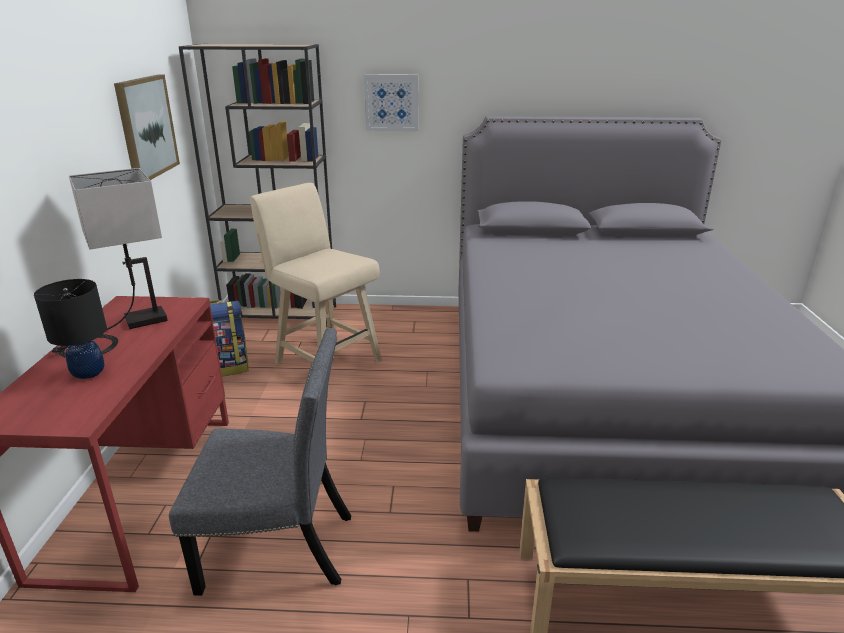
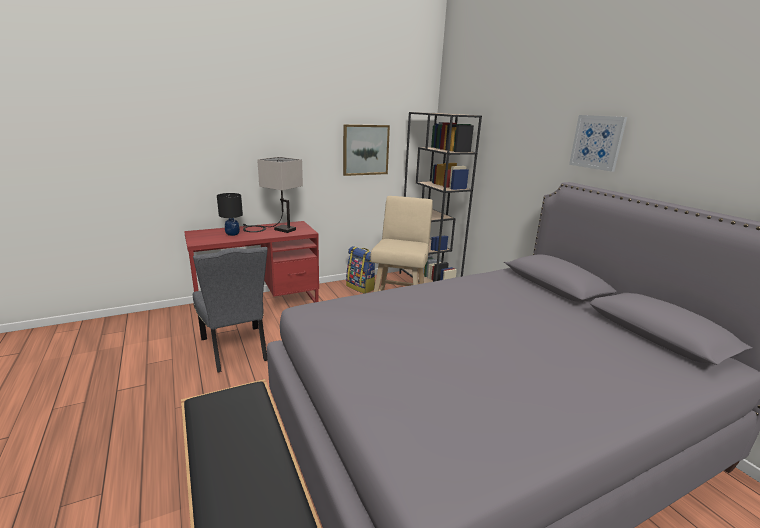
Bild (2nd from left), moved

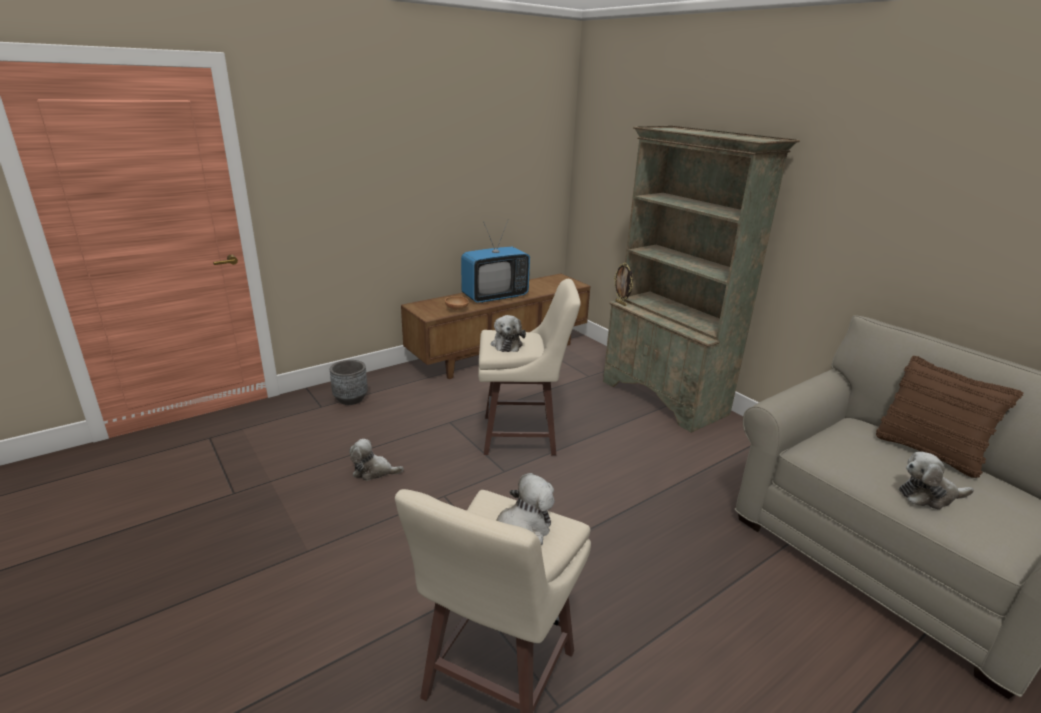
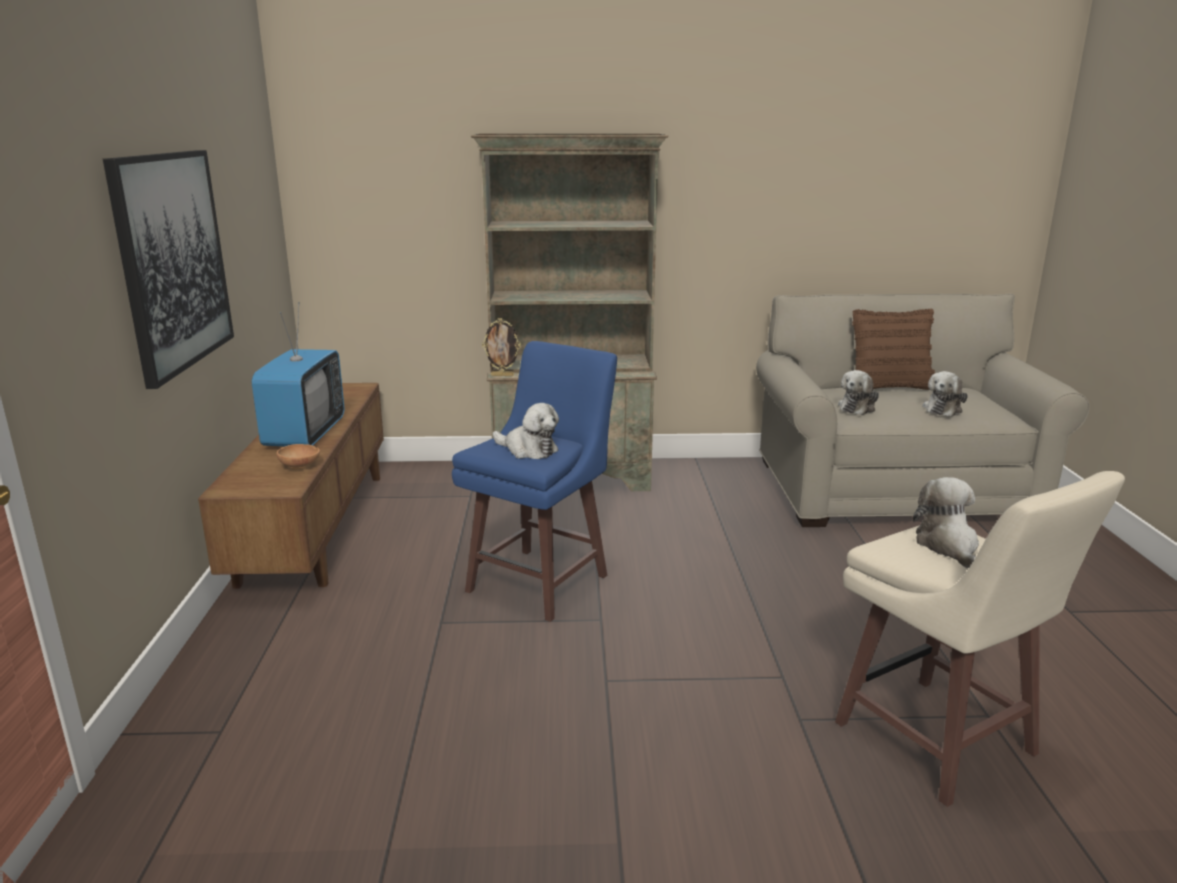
Hocker (beige) (2nd from left) => Hocker (blau)
Pflanzkübel (grau) => nothing
Plüschtier (1st from left in the first image) => Plüschtier (2nd from left), moved
nothing => Bild

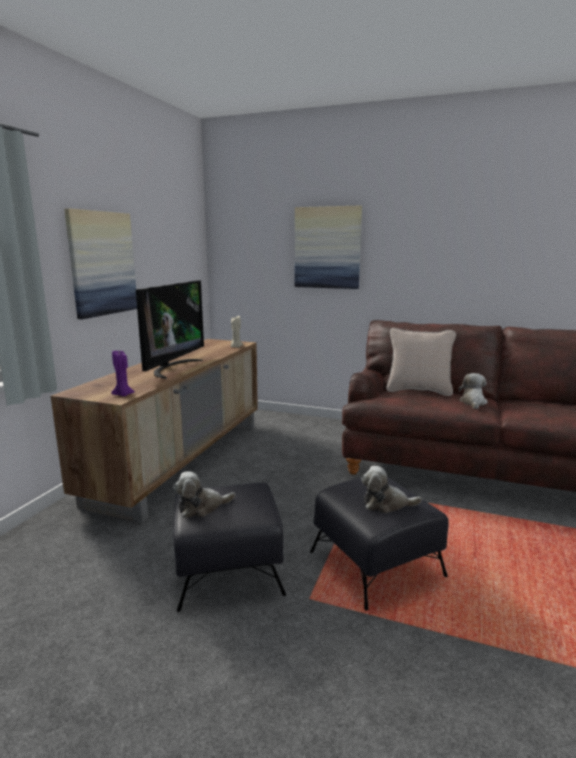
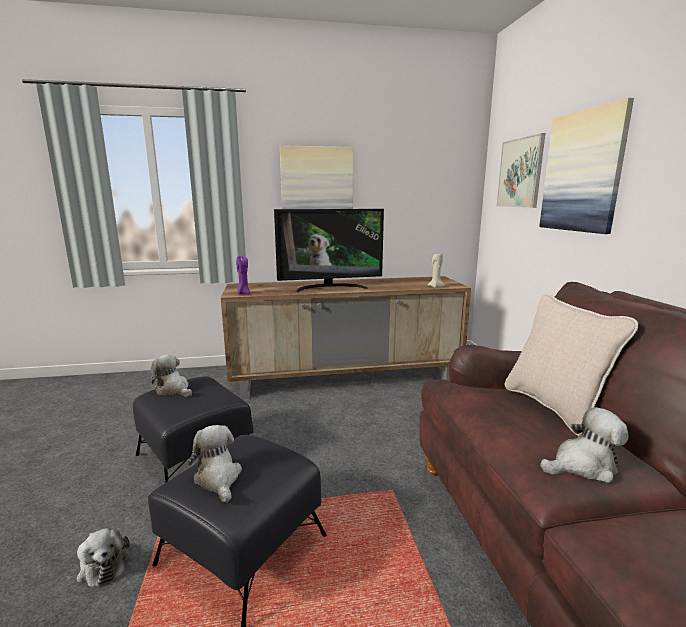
nothing => Bild (2nd from left)
nothing => Plüschtier (1st from left)

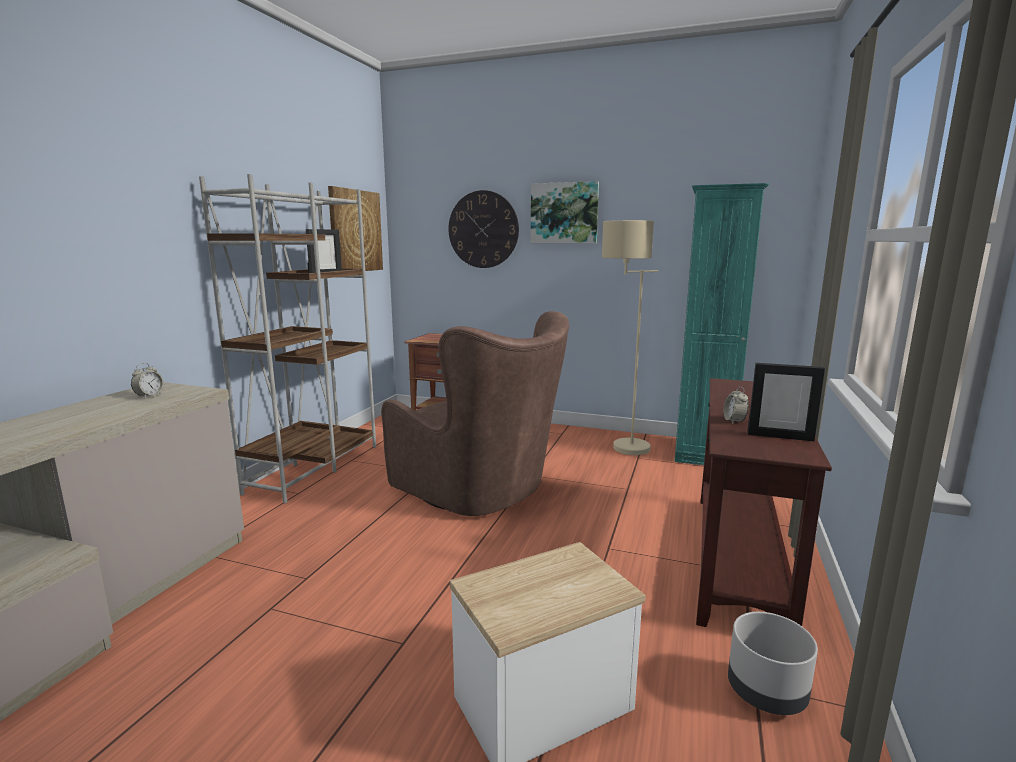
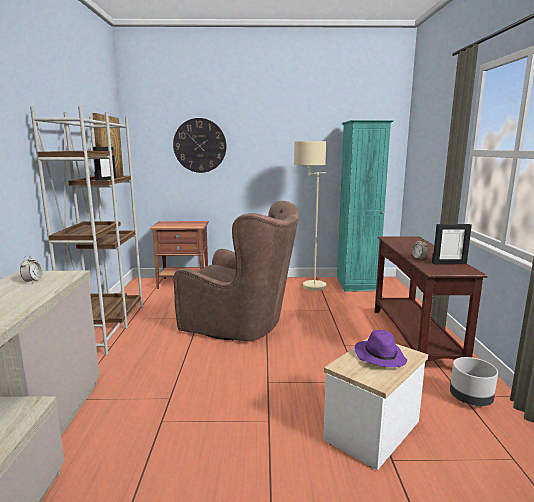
Bild (2nd from left) => nothing
nothing => Hut (lila)

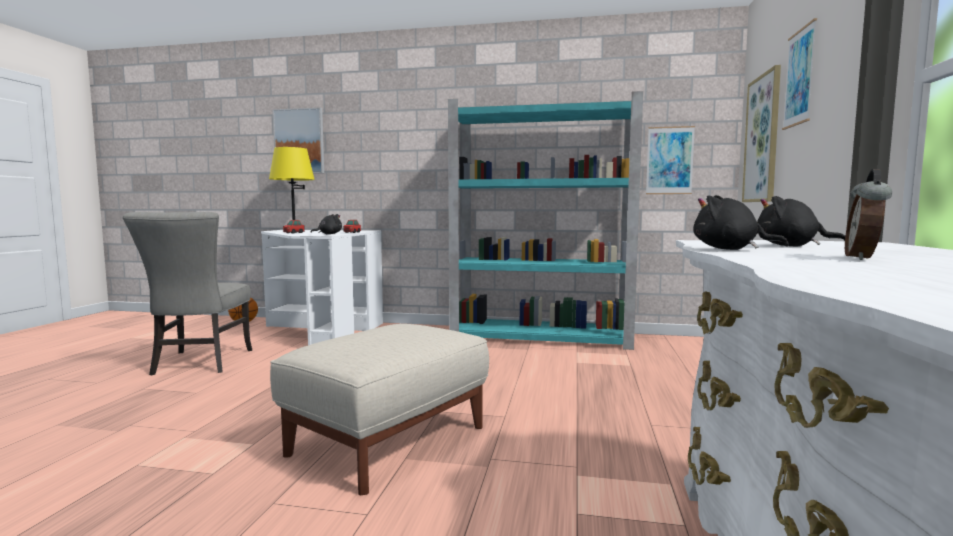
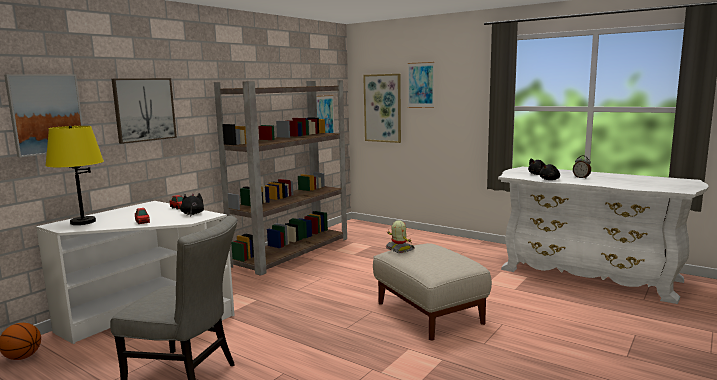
Bücherregal (türkis) => Bücherregal (braun)
nothing => Bild (2nd from left)
nothing => Spielzeugroboter

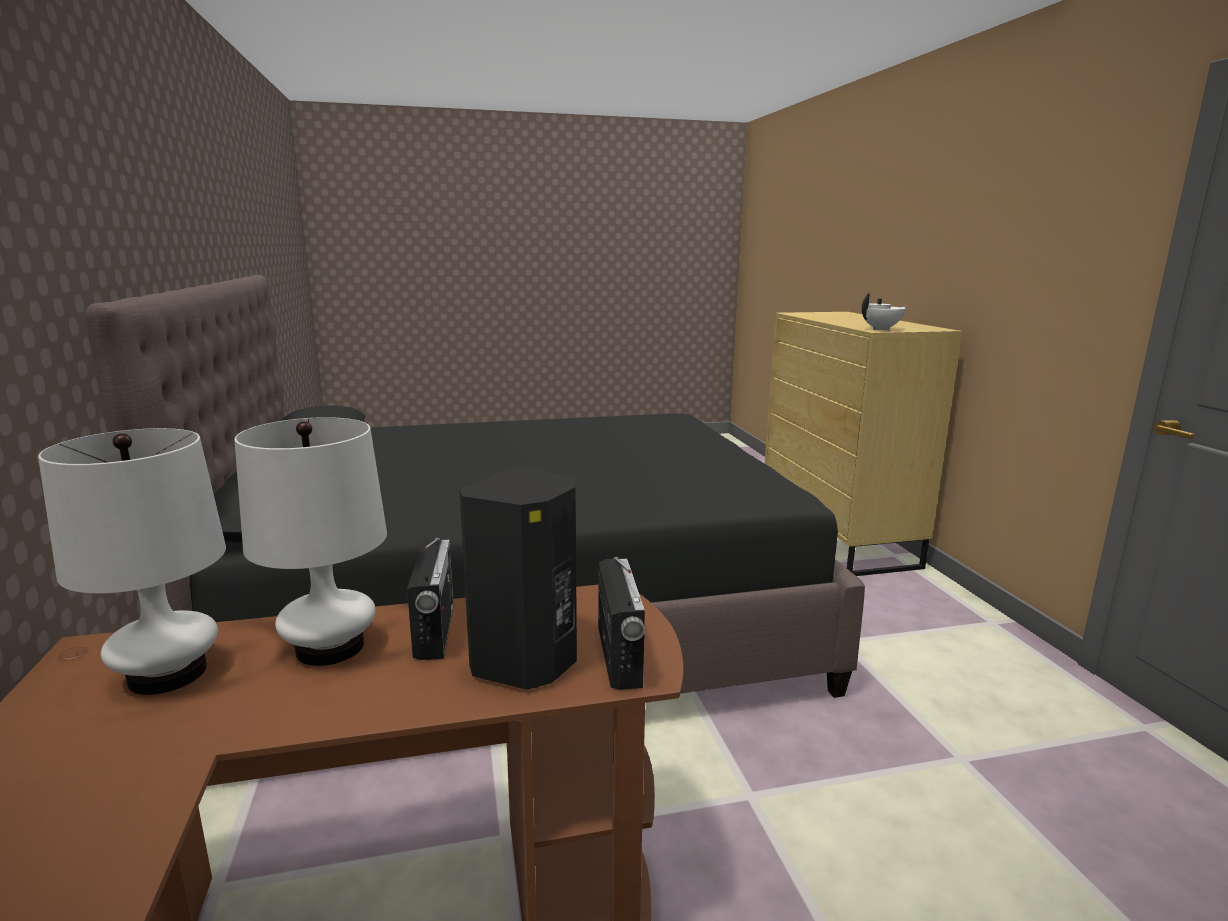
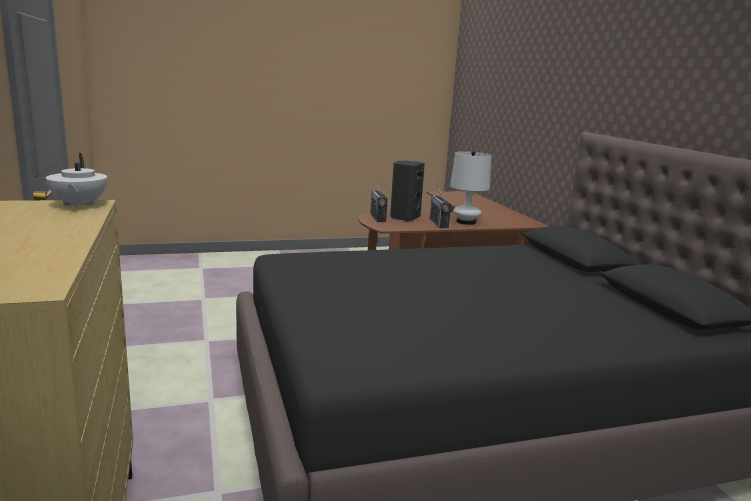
Teekanne (weiß), 75 degrees counterclockwise
Tischlampe (weiß) (1st from left) => nothing

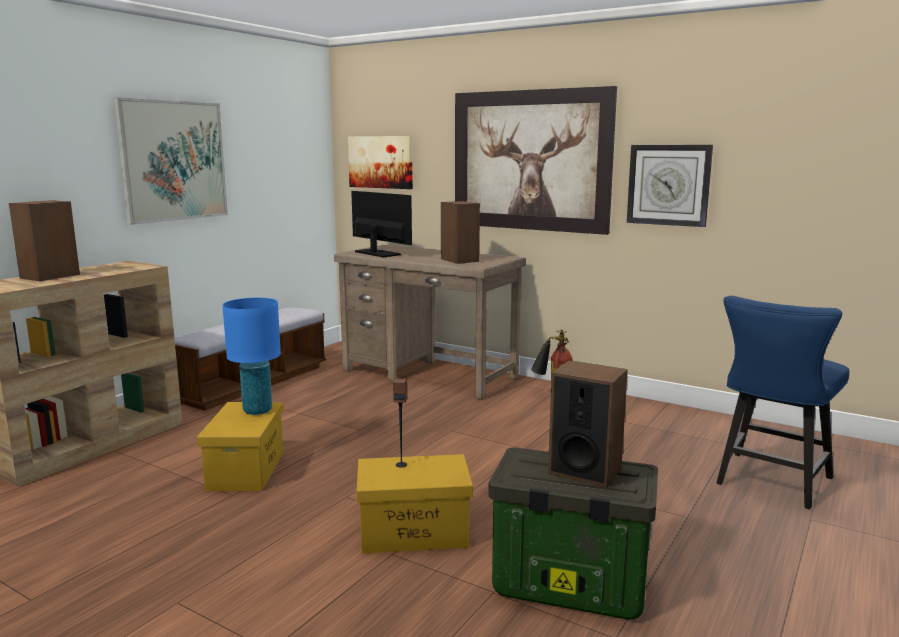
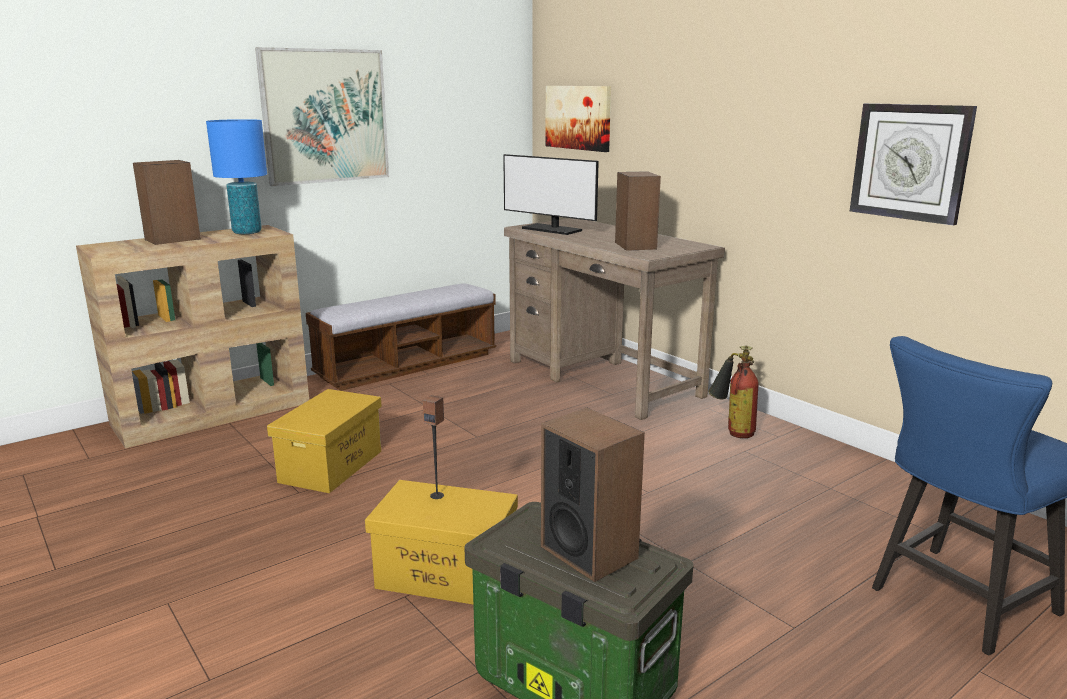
Bild (3rd from left) => nothing
Monitor, 150 degrees clockwise
Tischlampe (blau), moved

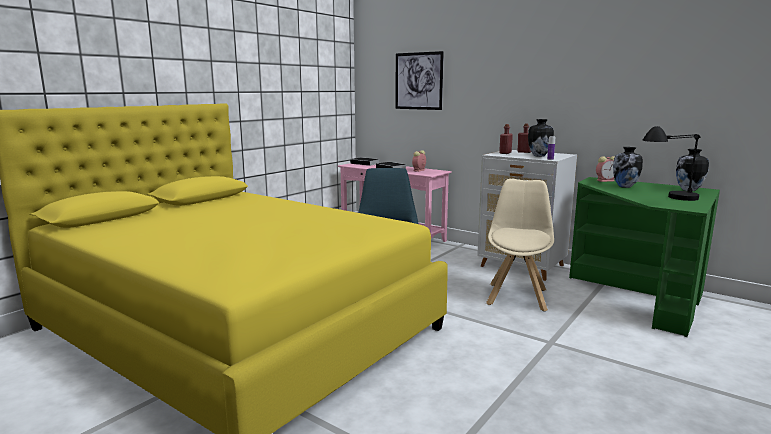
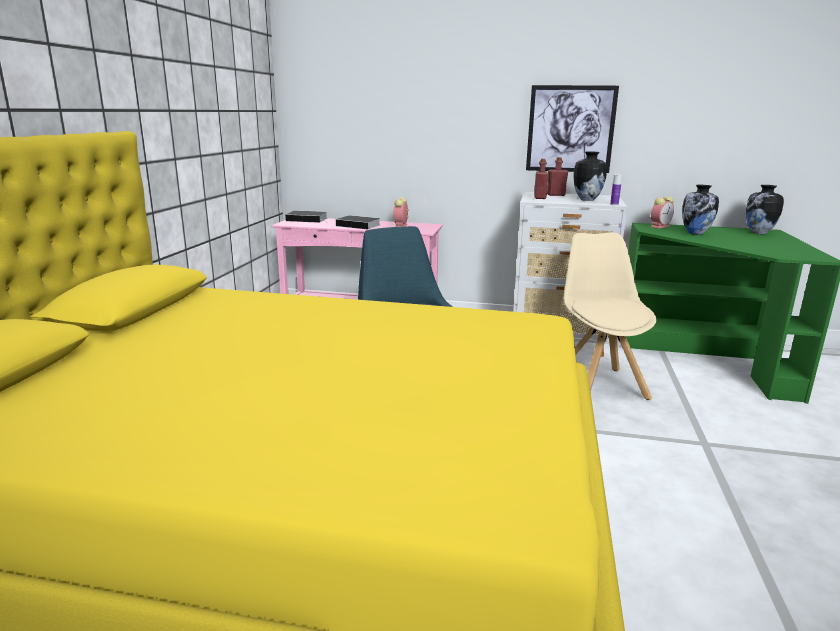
Bild, moved
Tischlampe (schwarz) => nothing

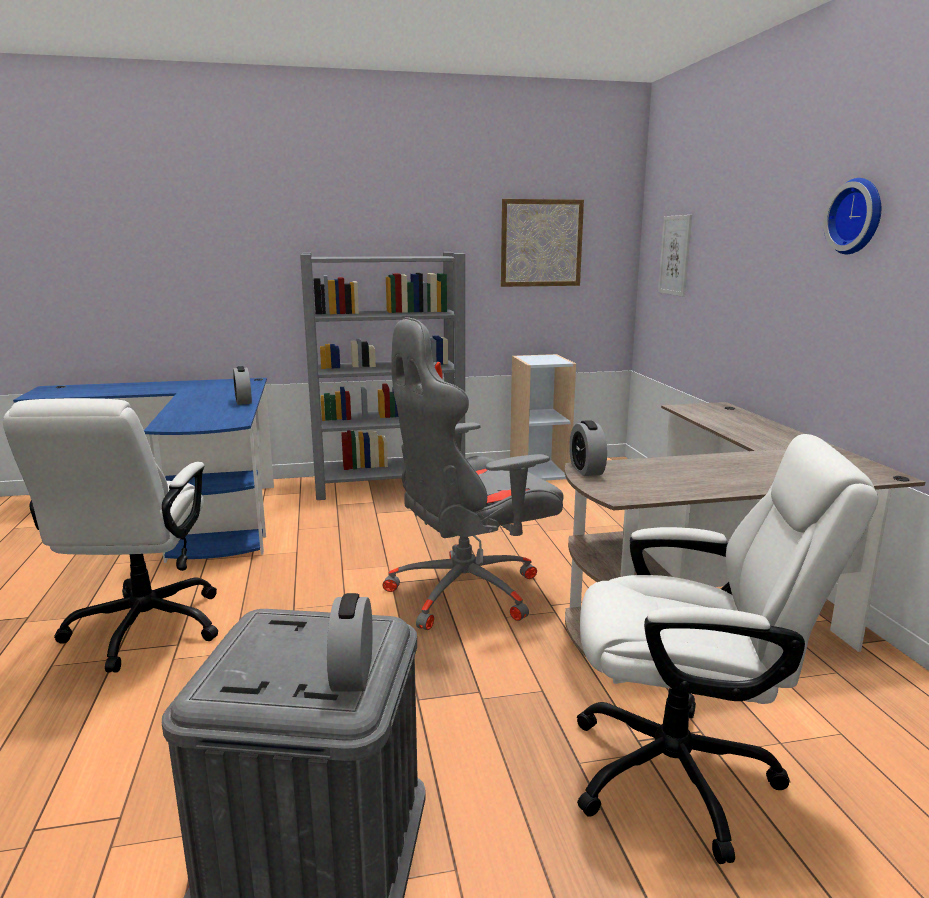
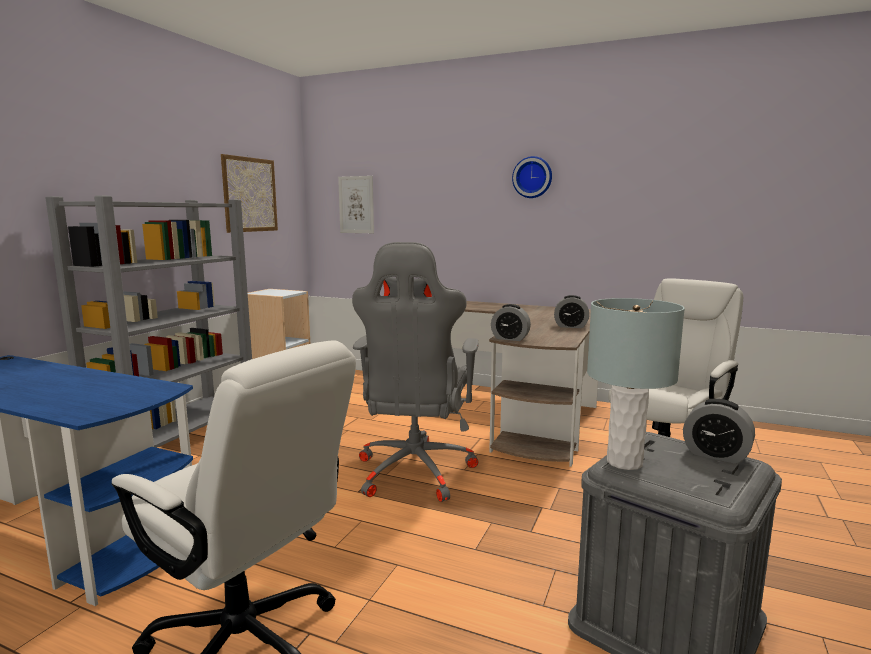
Wecker (1st from left in the first image) => Wecker (2nd from left), moved
nothing => Tischlampe (grau)

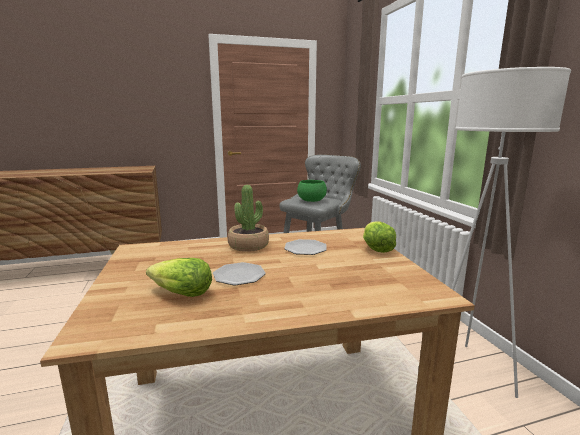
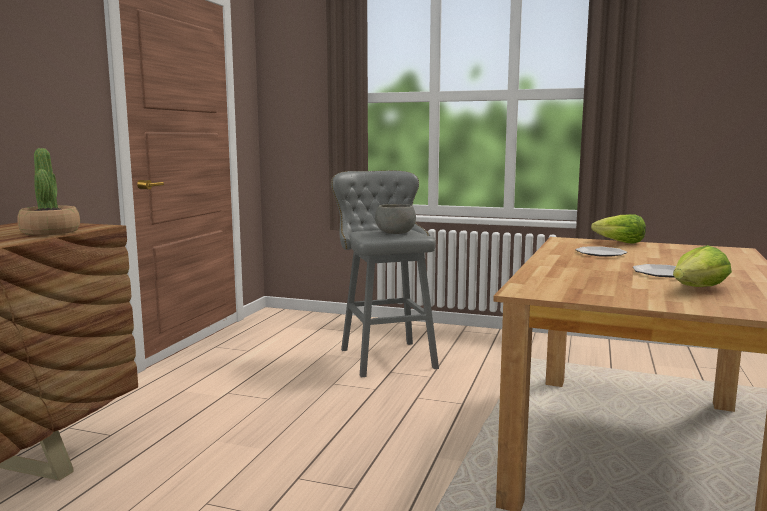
Stehlampe (weiß) => nothing
Schüssel (grün) => Schüssel (grau)
Topfpflanze, moved

